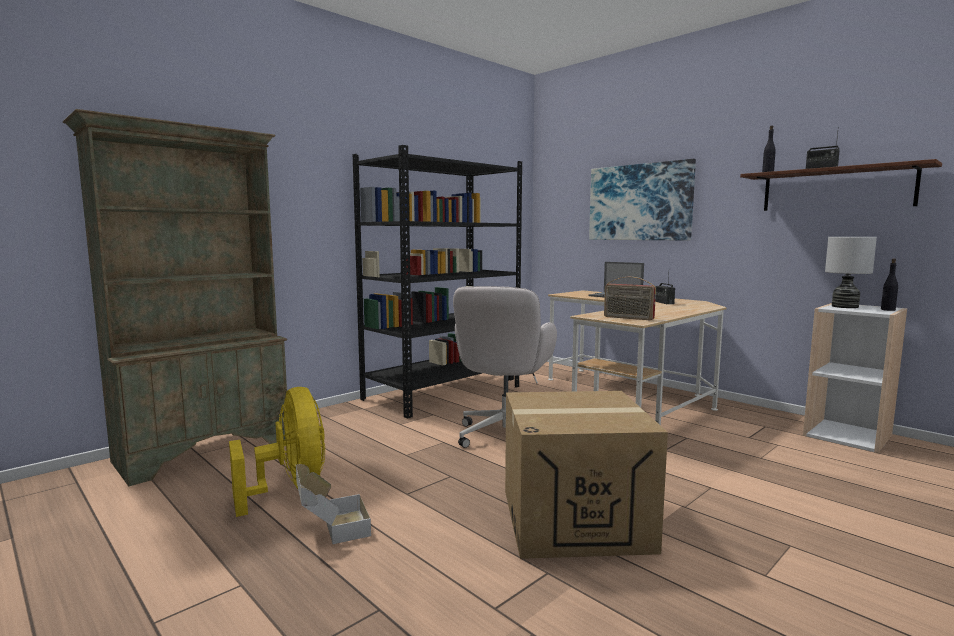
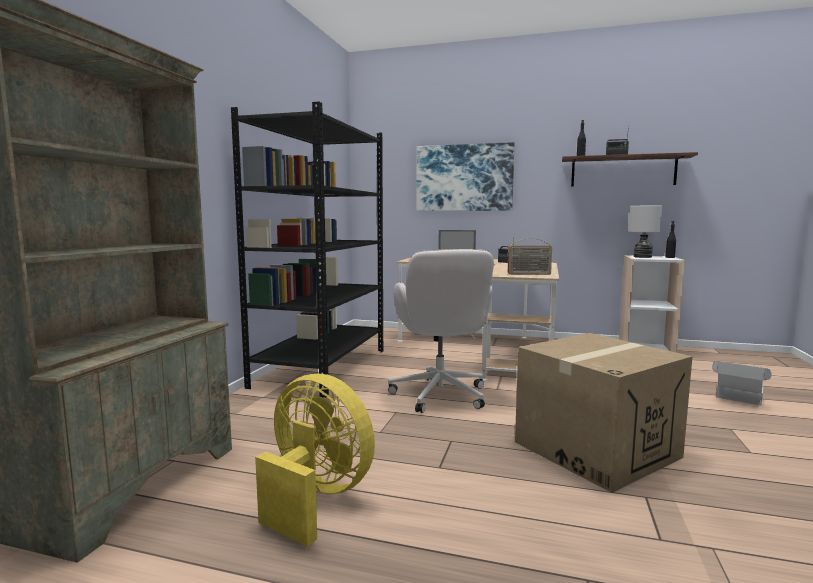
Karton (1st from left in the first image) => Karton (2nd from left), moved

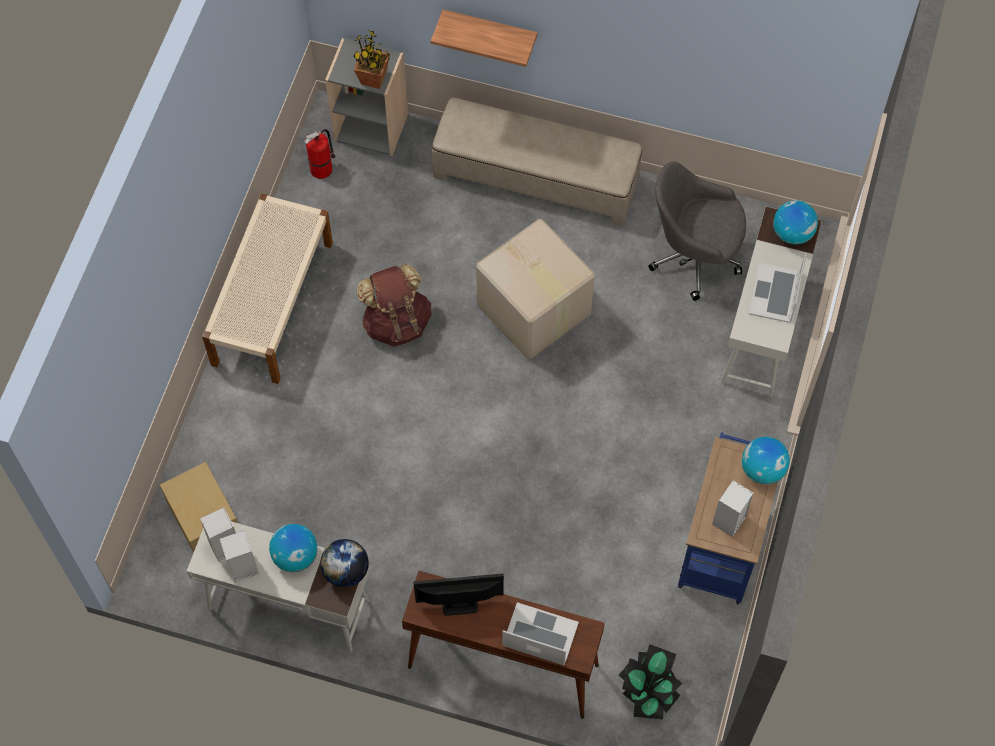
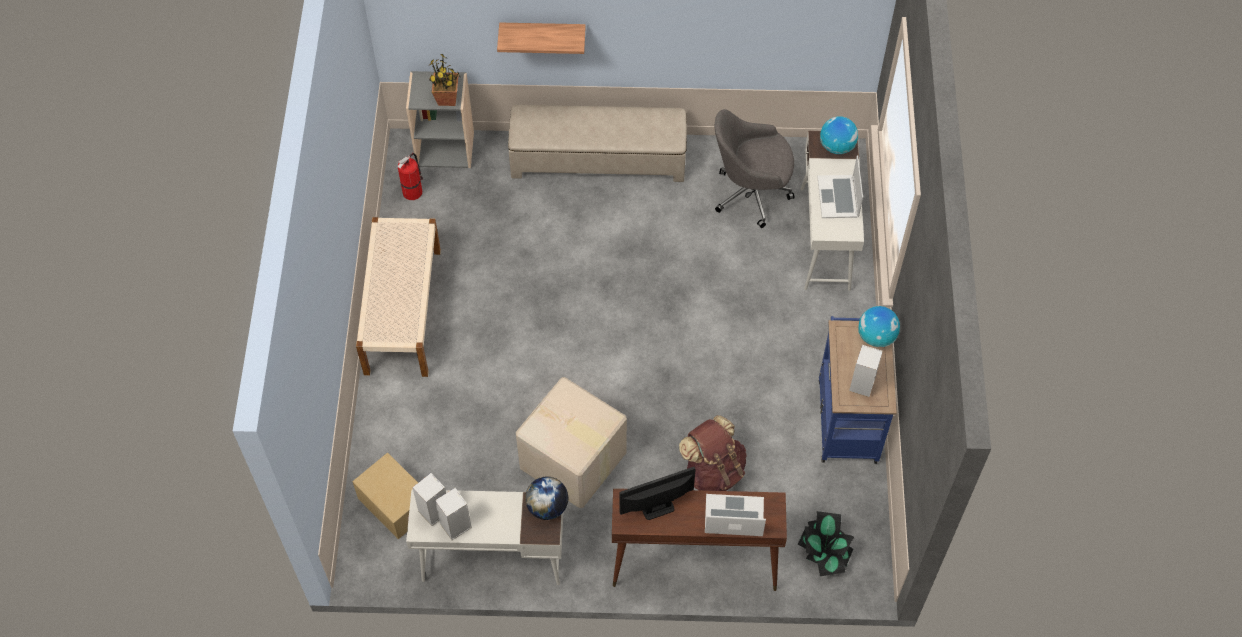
Karton (2nd from left), moved
Rucksack (braun), moved
Globus (1st from left) => nothing

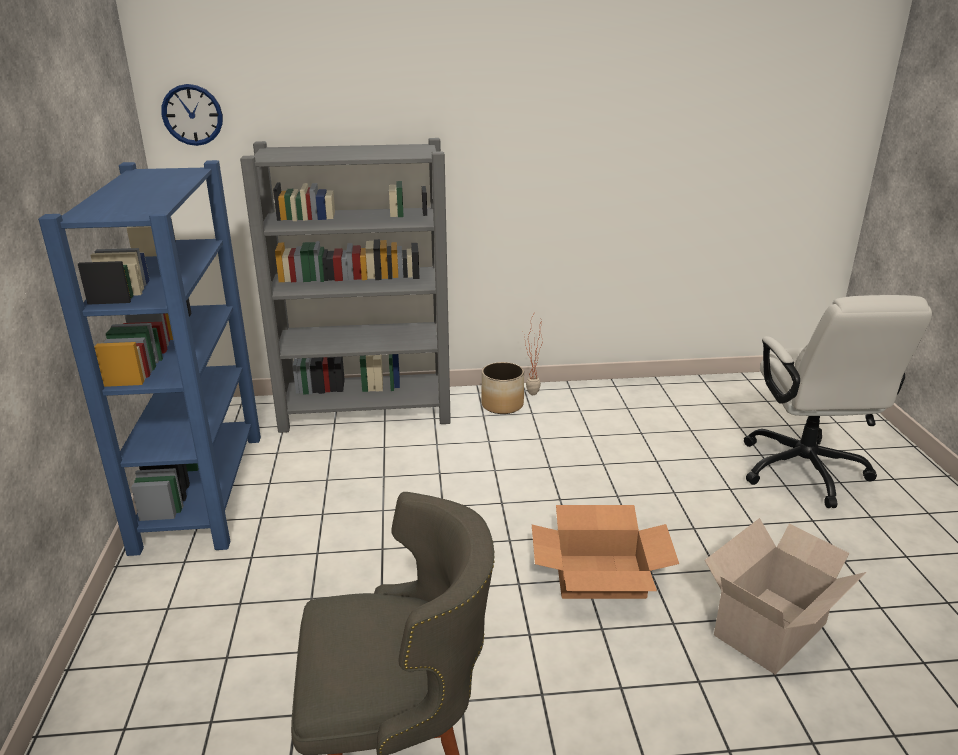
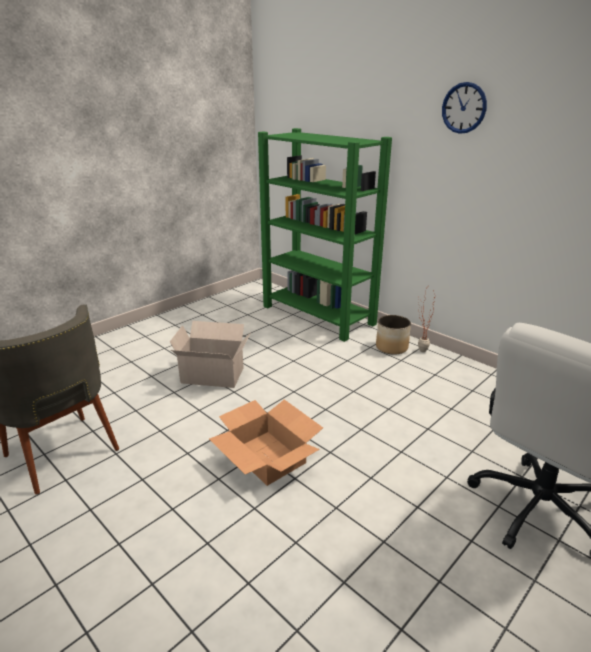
Wanduhr, moved
Bücherregal (grau) => Bücherregal (grün)
Bücherregal (blau) => nothing
Karton (2nd from left in the first image) => Karton (1st from left), moved

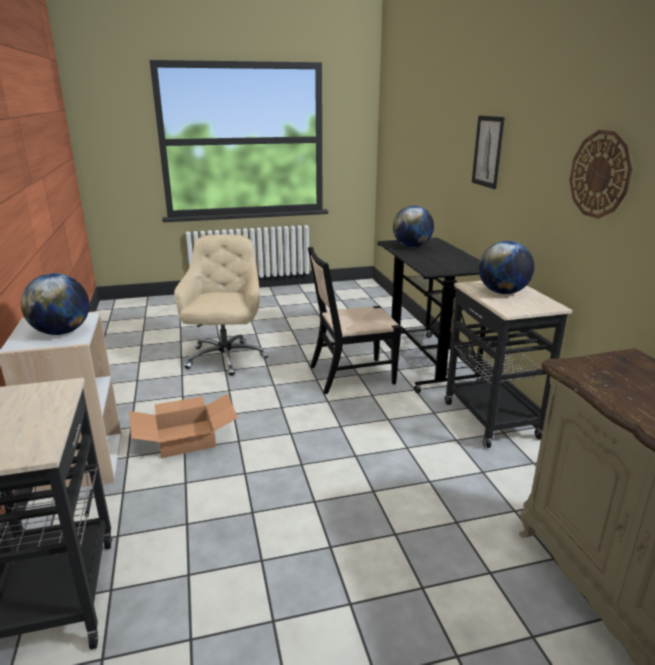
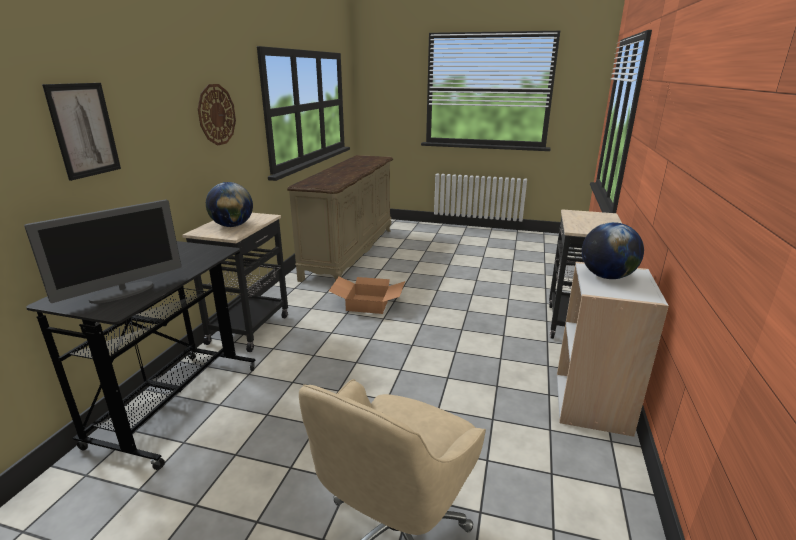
Globus (2nd from left) => Monitor
Stuhl => nothing
Karton, moved

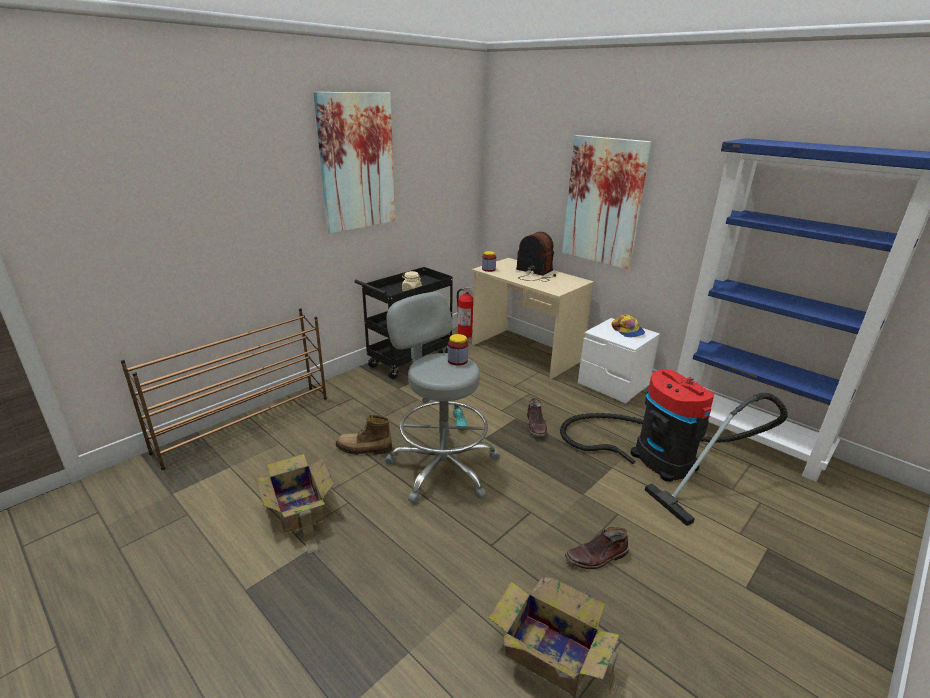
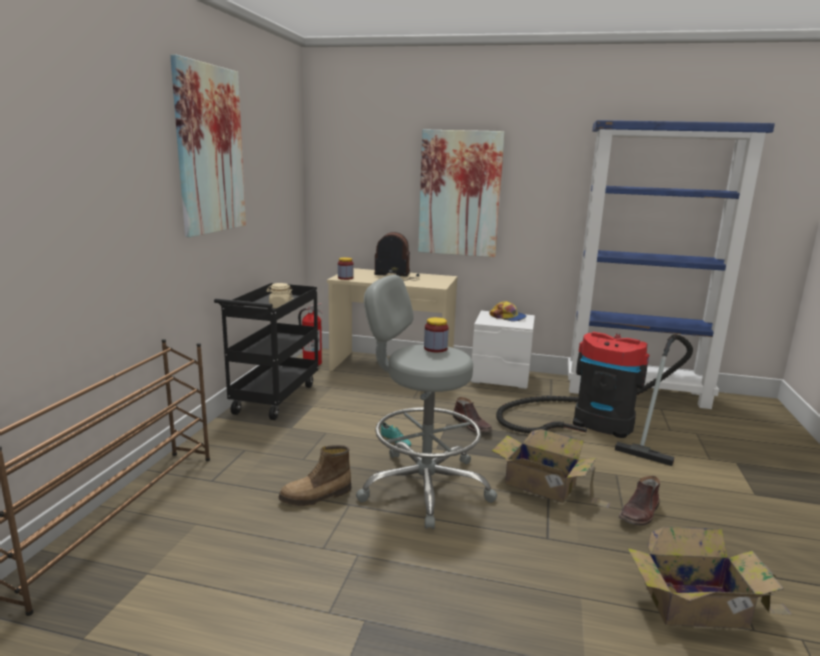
Karton (1st from left), moved

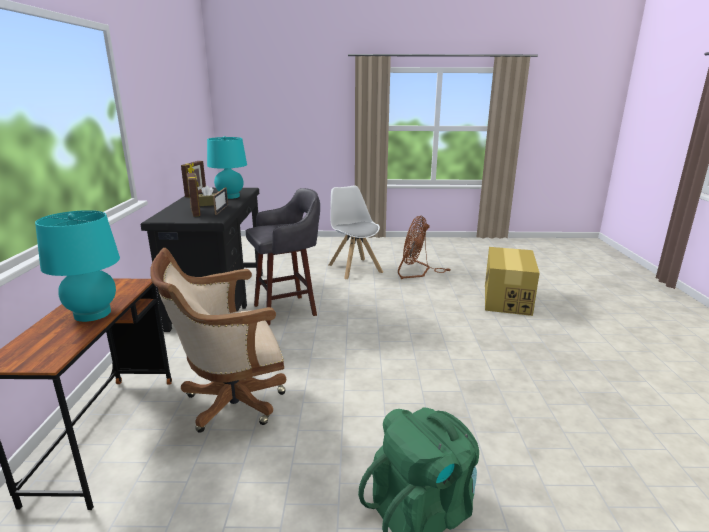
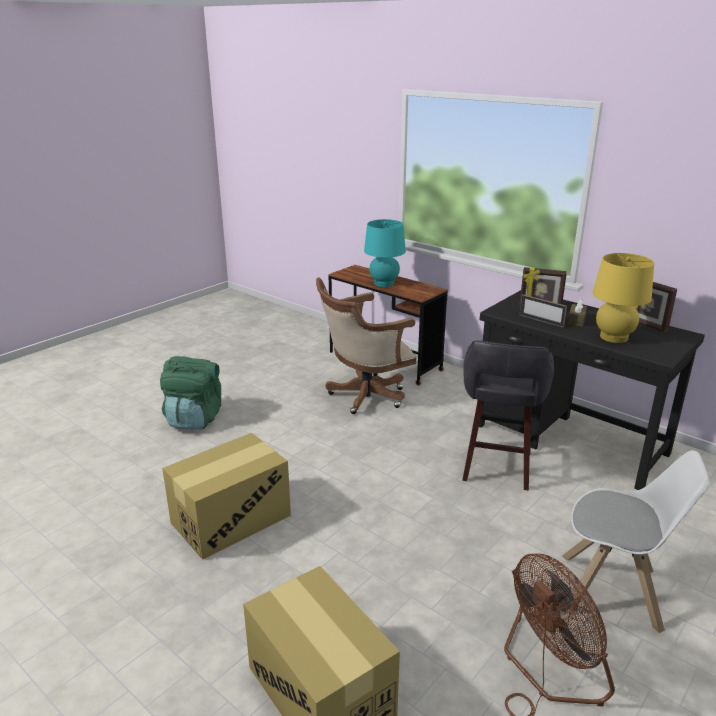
Tischlampe (türkis) (2nd from left) => Tischlampe (gelb)
Bürostuhl, 135 degrees counterclockwise
nothing => Karton (1st from left)

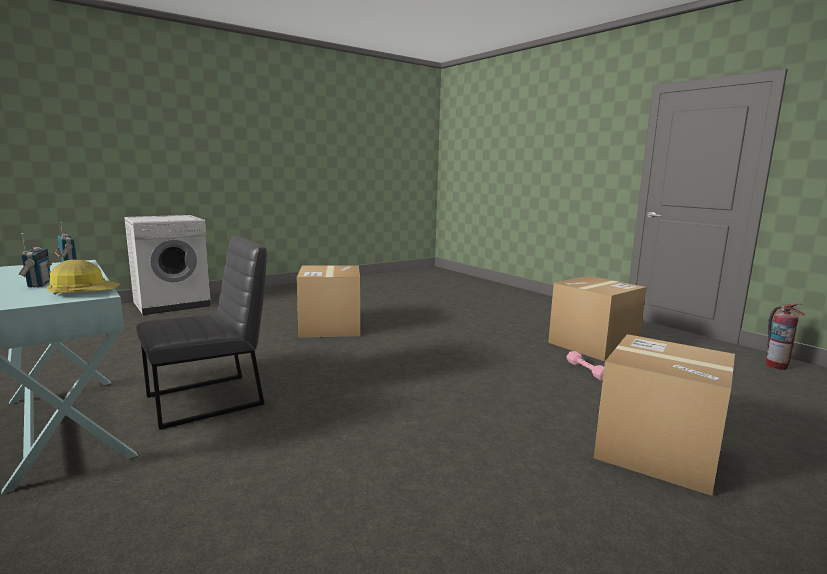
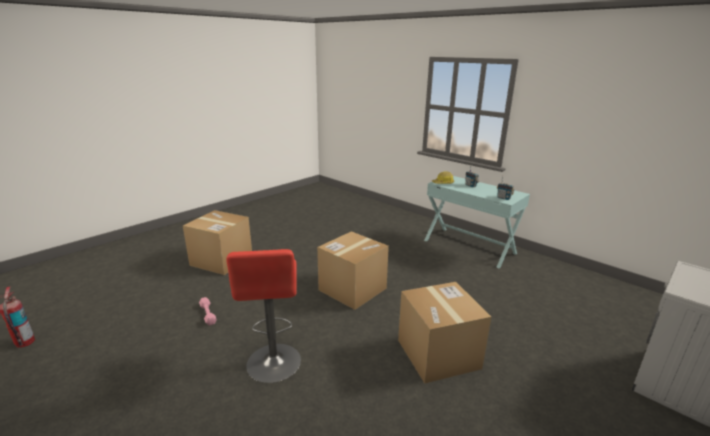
Stuhl (grau) => nothing
Karton (2nd from left), moved
nothing => Hocker (rot)

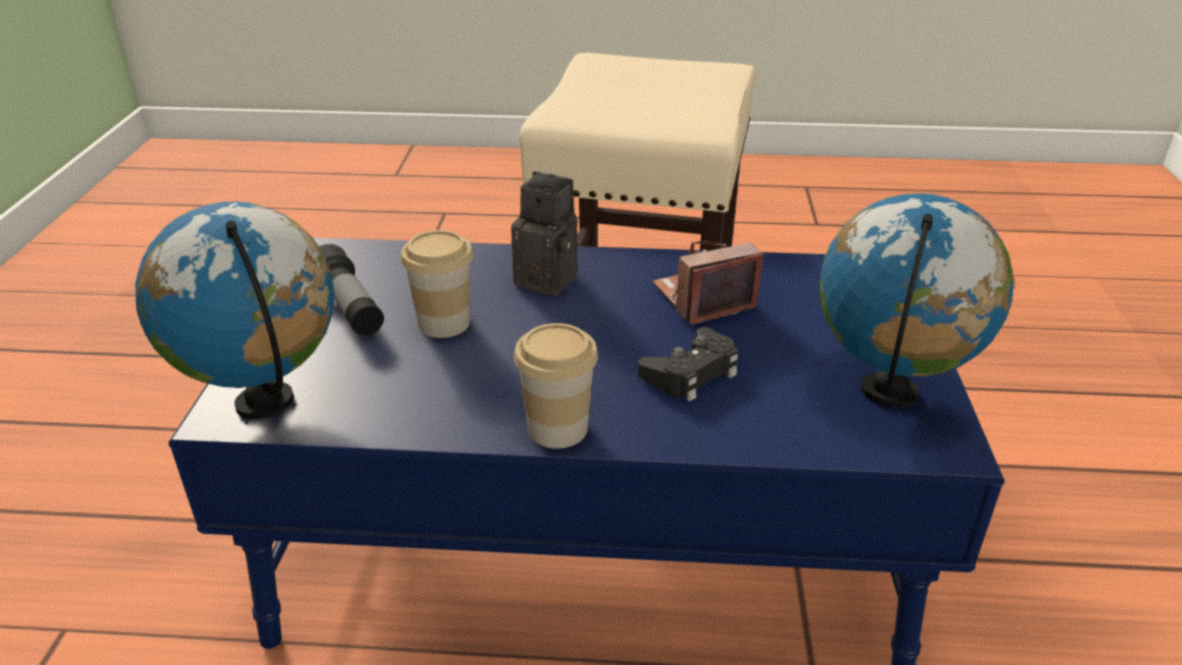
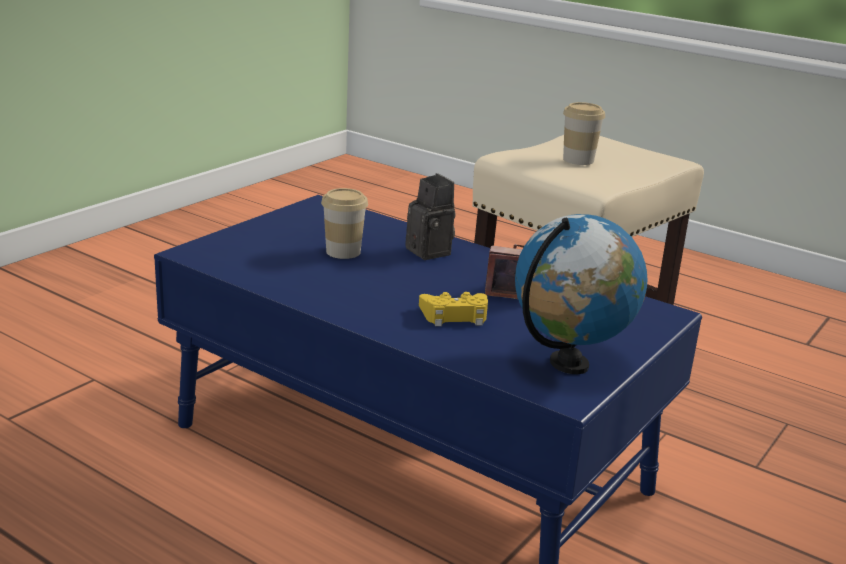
Globus (1st from left) => nothing
Taschenlampe => nothing
Tasse (2nd from left), moved
Gamepad (schwarz) => Gamepad (gelb)

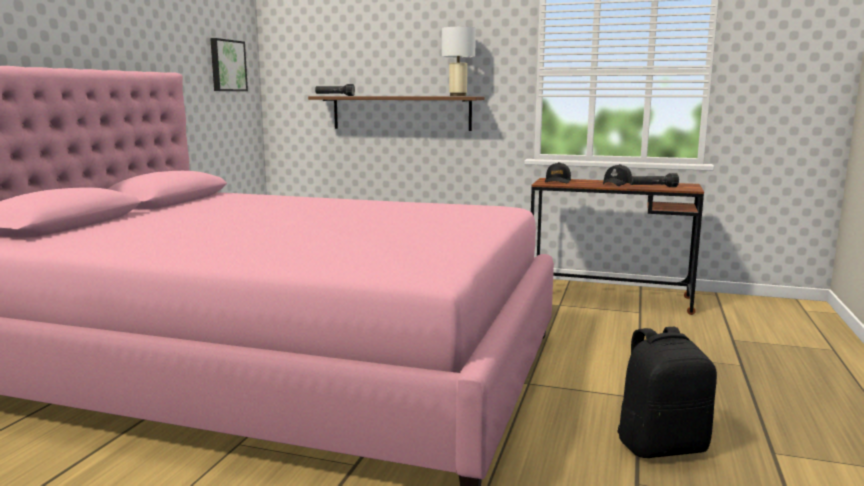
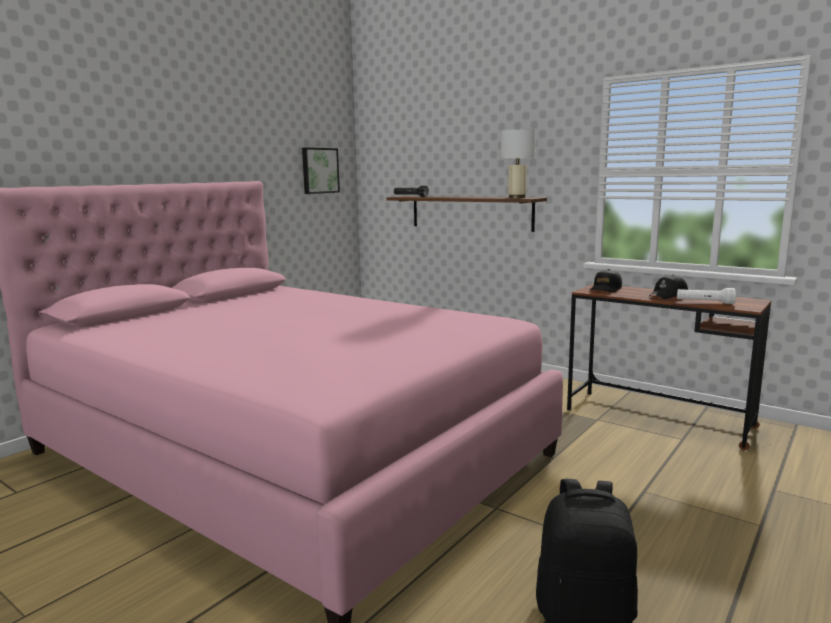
Taschenlampe (schwarz) (2nd from left) => Taschenlampe (weiß)

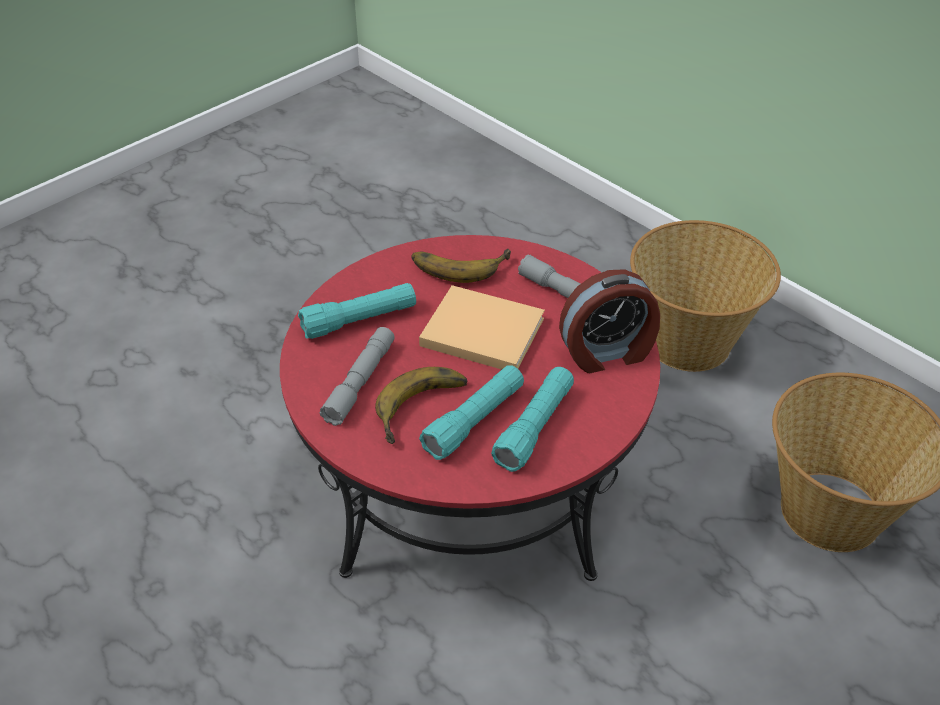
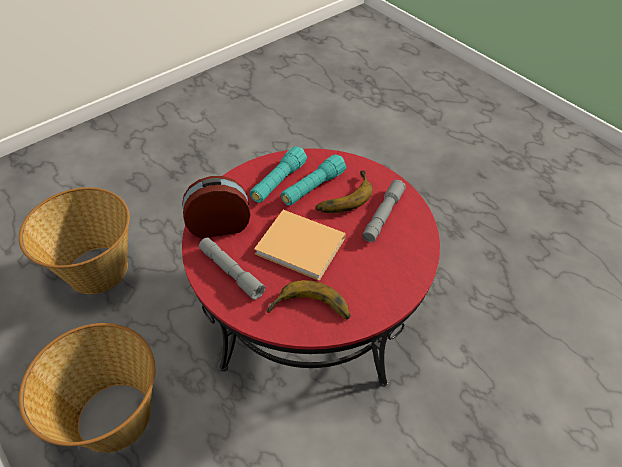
Taschenlampe (türkis) (1st from left) => nothing

